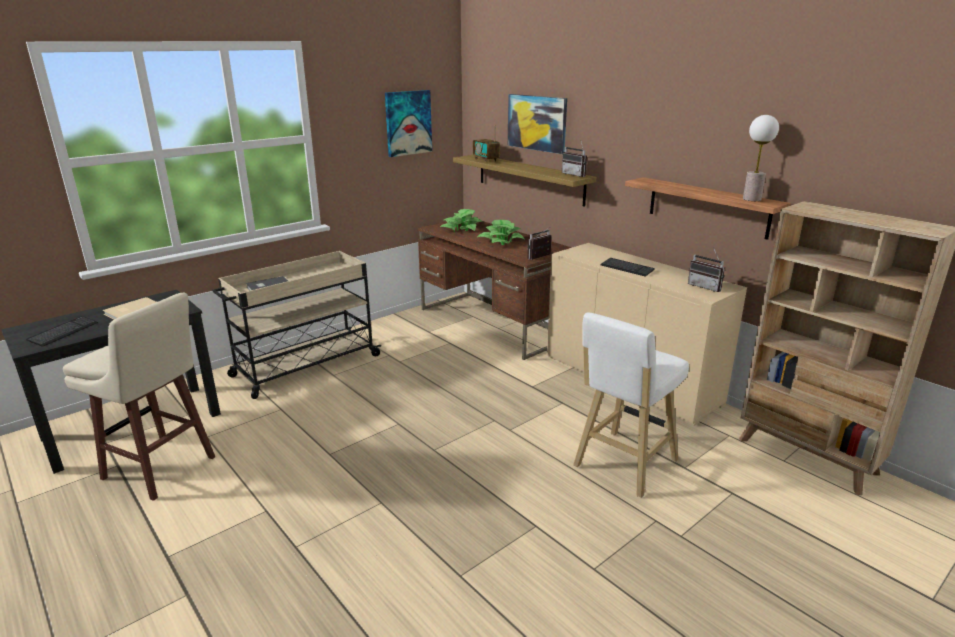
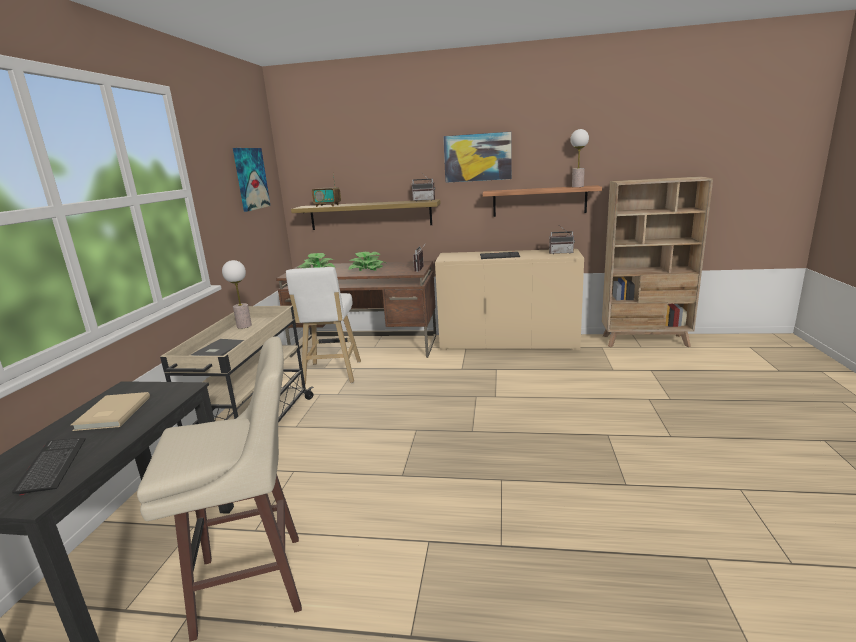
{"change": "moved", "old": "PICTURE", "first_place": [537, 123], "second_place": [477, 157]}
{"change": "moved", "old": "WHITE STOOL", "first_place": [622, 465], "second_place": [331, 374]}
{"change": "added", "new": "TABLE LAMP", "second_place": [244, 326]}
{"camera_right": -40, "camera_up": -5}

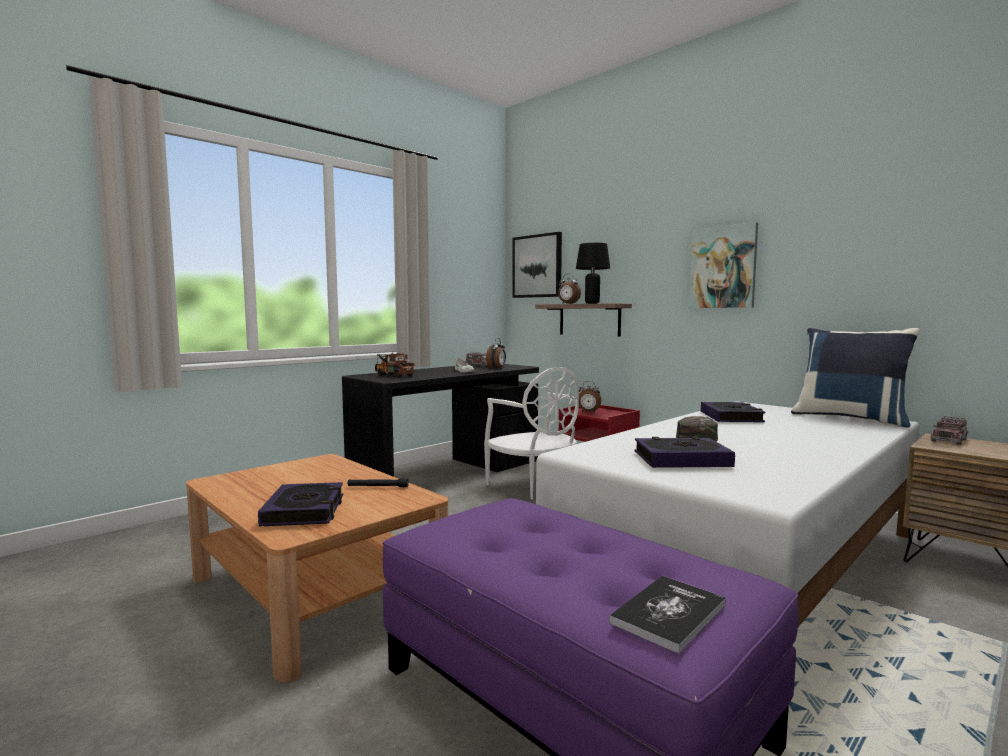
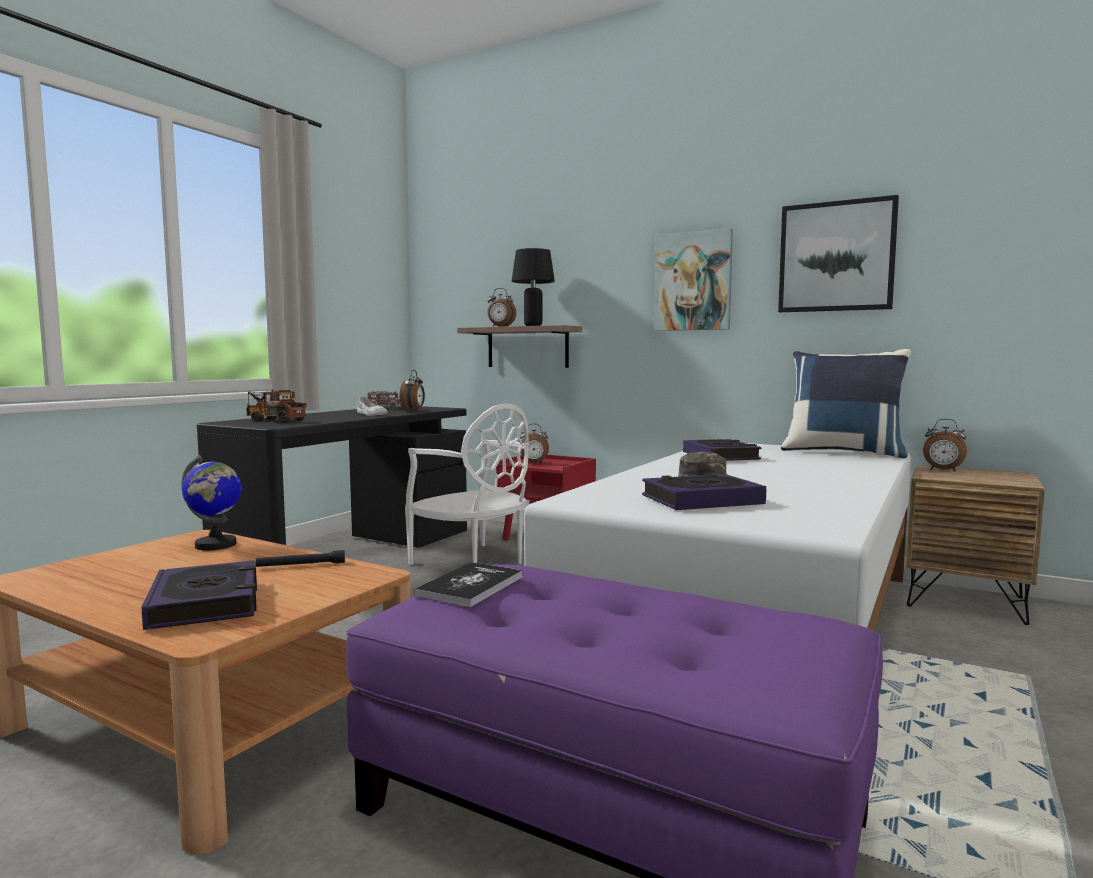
{"change": "moved", "old": "PICTURE", "first_place": [537, 266], "second_place": [836, 257]}
{"change": "replaced", "old": "TOY TRUCK", "new": "ALARM CLOCK", "first_place": [949, 440], "second_place": [943, 470]}
{"change": "moved", "old": "BOOK", "first_place": [669, 614], "second_place": [470, 586]}
{"change": "added", "new": "GLOBE", "second_place": [216, 545]}
{"camera_right": -15, "camera_up": 0}

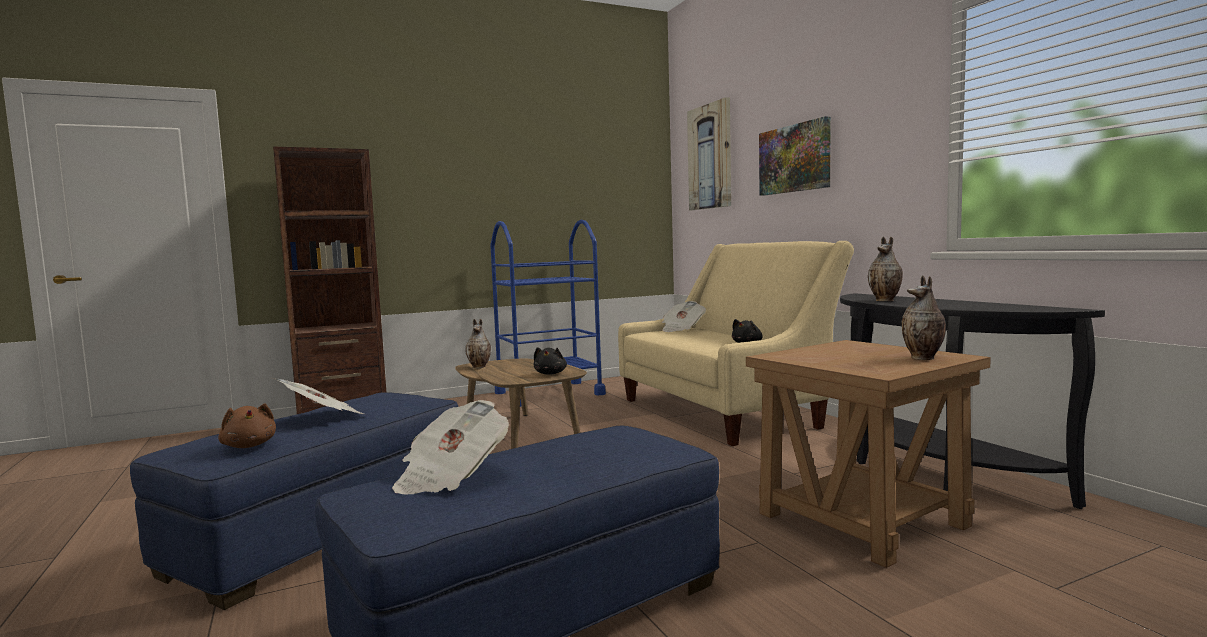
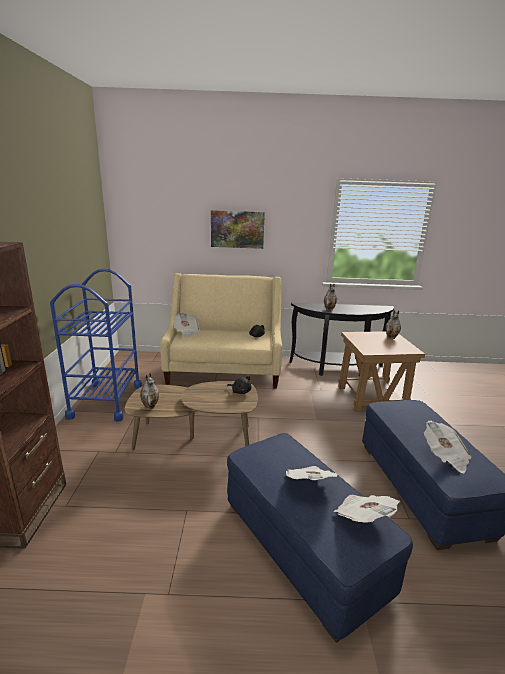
{"change": "removed", "old": "PICTURE", "first_place": [710, 157]}
{"change": "replaced", "old": "BROWN PLUSH TOY", "new": "NEWSPAPER", "first_place": [249, 446], "second_place": [363, 518]}
{"camera_right": -65, "camera_up": 15}

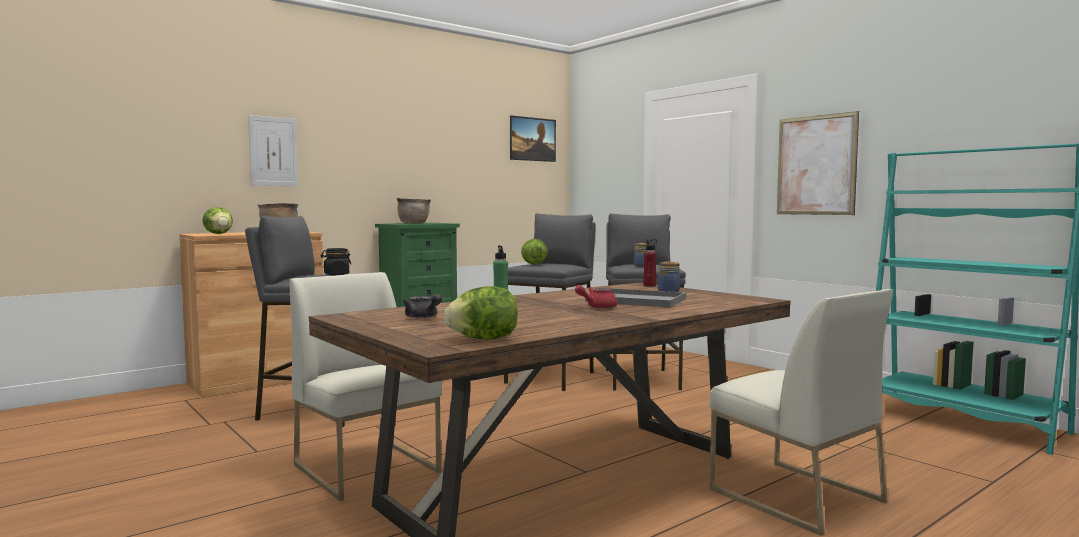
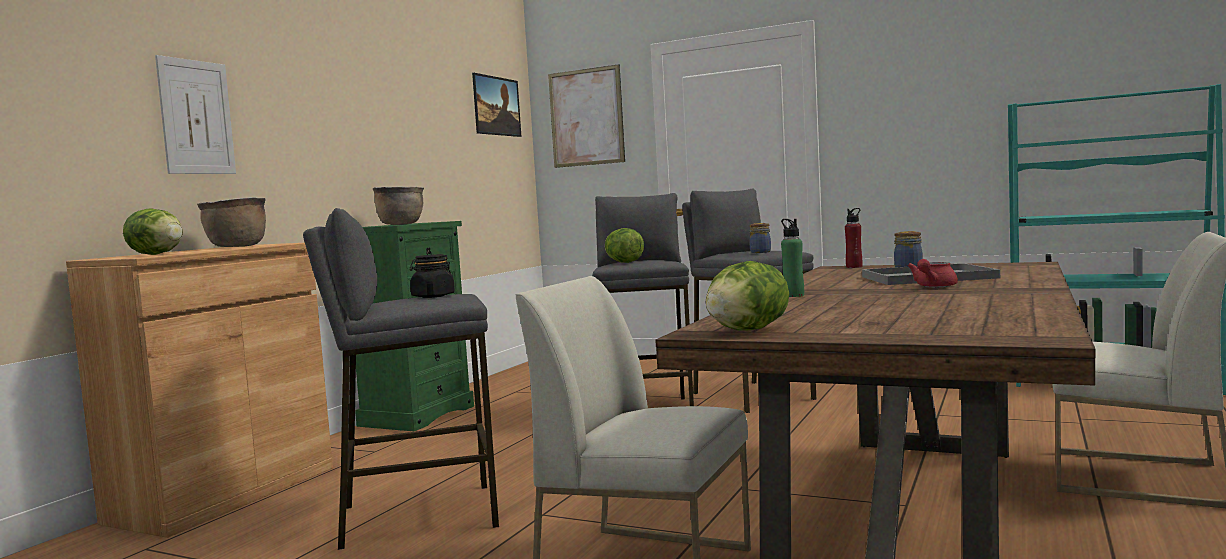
{"change": "moved", "old": "PICTURE", "first_place": [816, 165], "second_place": [586, 117]}
{"change": "moved", "old": "LETTUCE", "first_place": [483, 339], "second_place": [747, 330]}
{"change": "removed", "old": "GREY TEAPOT", "first_place": [423, 317]}
{"camera_right": -25, "camera_up": 0}

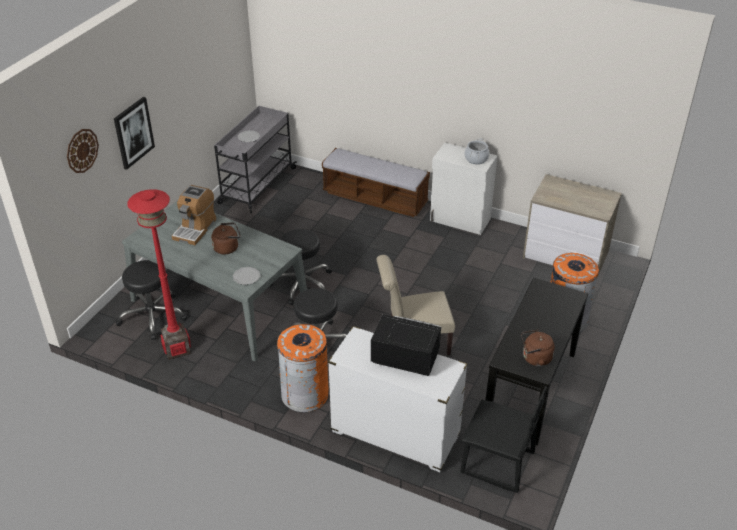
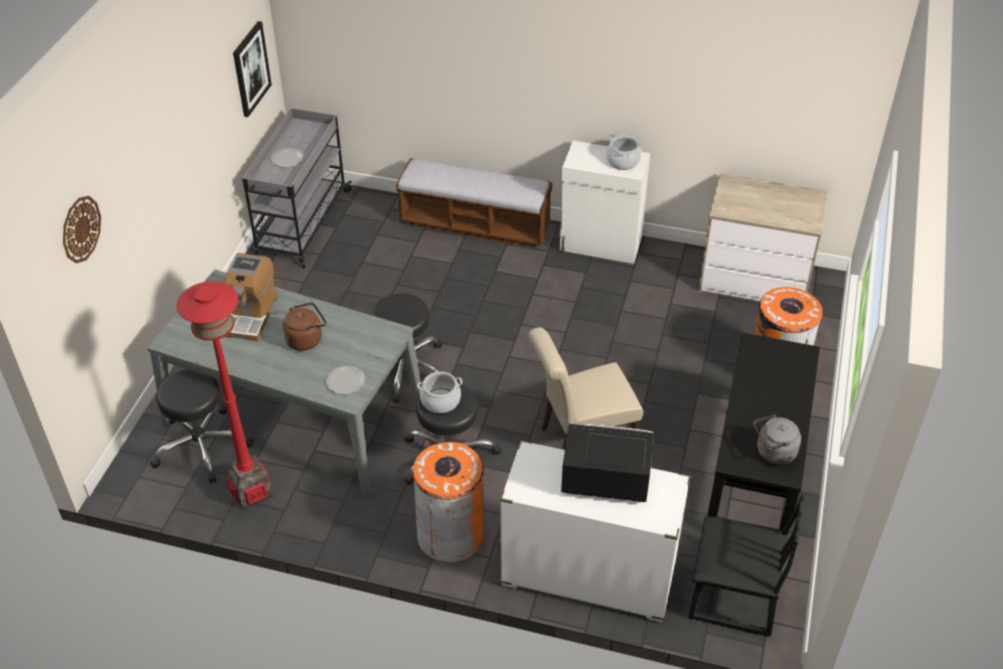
{"change": "moved", "old": "PICTURE", "first_place": [133, 132], "second_place": [251, 69]}
{"change": "recoloured", "old": "BROWN KETTLE", "new": "GREY KETTLE", "first_place": [535, 358], "second_place": [773, 453]}
{"change": "added", "new": "COOKING POT", "second_place": [440, 401]}
{"camera_right": -10, "camera_up": 5}

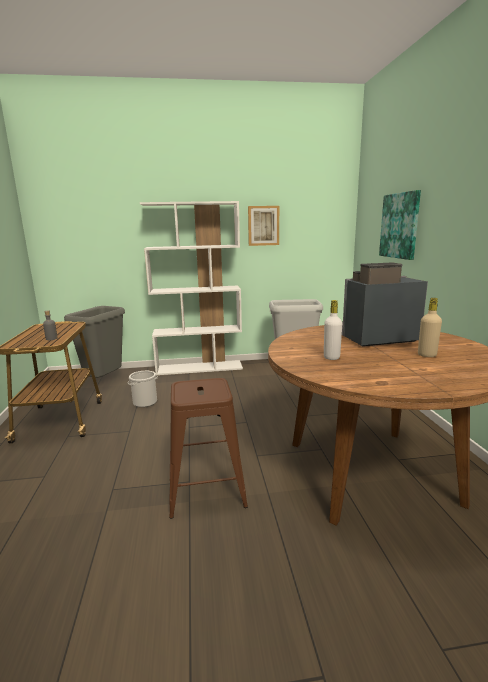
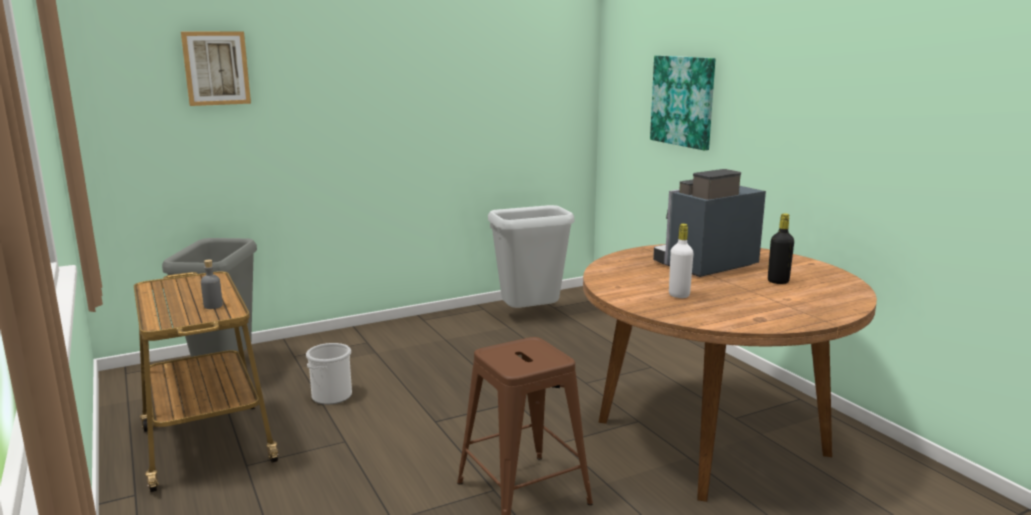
{"change": "removed", "old": "WHITE BOOKCASE", "first_place": [200, 367]}
{"change": "moved", "old": "PICTURE", "first_place": [263, 225], "second_place": [216, 68]}
{"change": "recoloured", "old": "BEIGE BOTTLE", "new": "BLACK BOTTLE", "first_place": [427, 355], "second_place": [778, 281]}
{"camera_right": -20, "camera_up": 0}

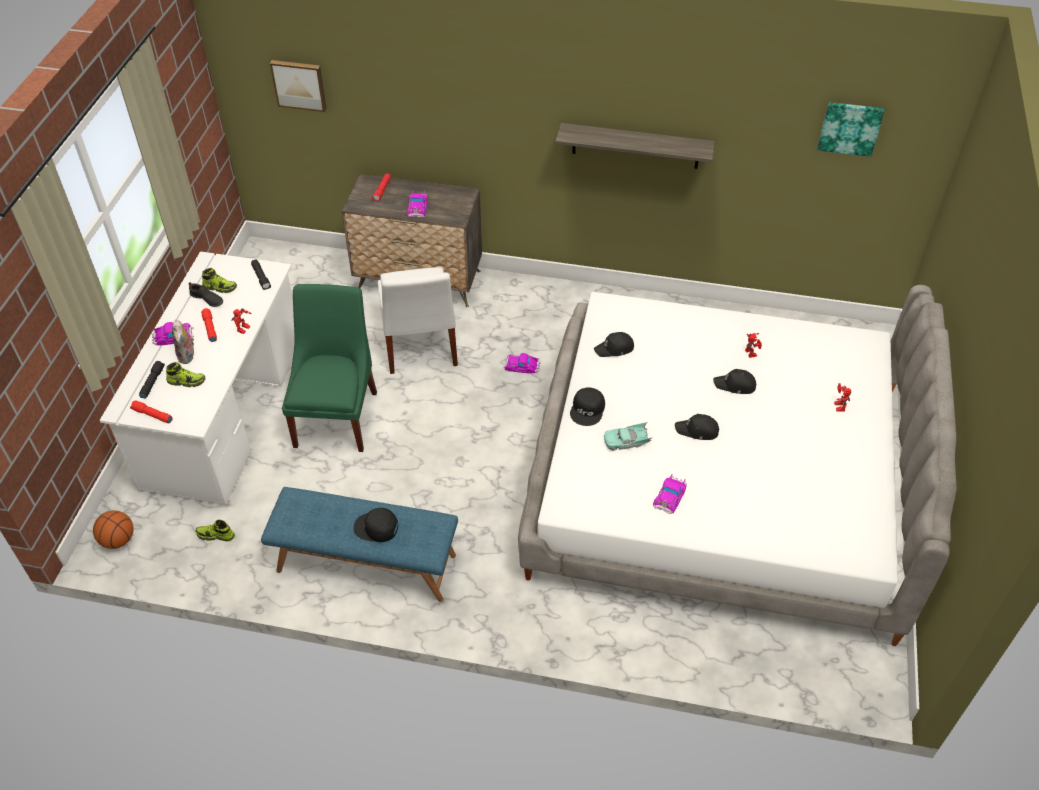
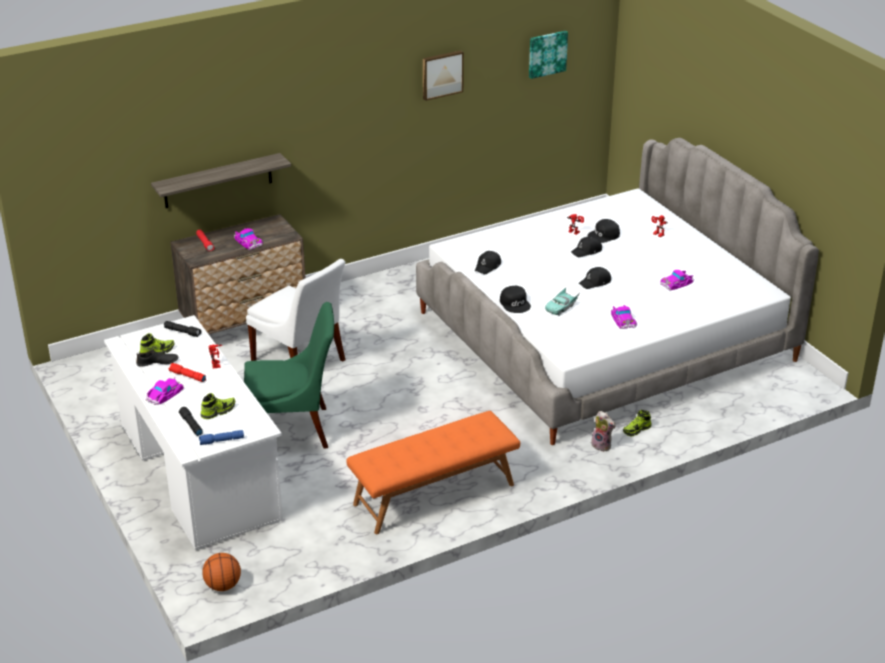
{"change": "moved", "old": "PICTURE", "first_place": [299, 84], "second_place": [441, 74]}
{"change": "moved", "old": "SHELF", "first_place": [635, 146], "second_place": [218, 181]}
{"change": "turned", "old": "GREEN CHAIR", "first_place": [337, 415], "second_place": [294, 430], "degrees": 120}
{"change": "moved", "old": "PLUSH TOY", "first_place": [188, 356], "second_place": [602, 445]}
{"change": "moved", "old": "TOY CAR", "first_place": [521, 366], "second_place": [677, 283]}
{"change": "recoloured", "old": "RED FLASHLIGHT", "new": "BLUE FLASHLIGHT", "first_place": [152, 415], "second_place": [221, 441]}
{"change": "recoloured", "old": "BLUE BENCH", "new": "ORANGE BENCH", "first_place": [366, 563], "second_place": [434, 495]}
{"change": "moved", "old": "BLACK CAP", "first_place": [376, 528], "second_place": [604, 235]}
{"change": "moved", "old": "SHOE", "first_place": [216, 535], "second_place": [637, 430]}
{"camera_right": -40, "camera_up": -15}

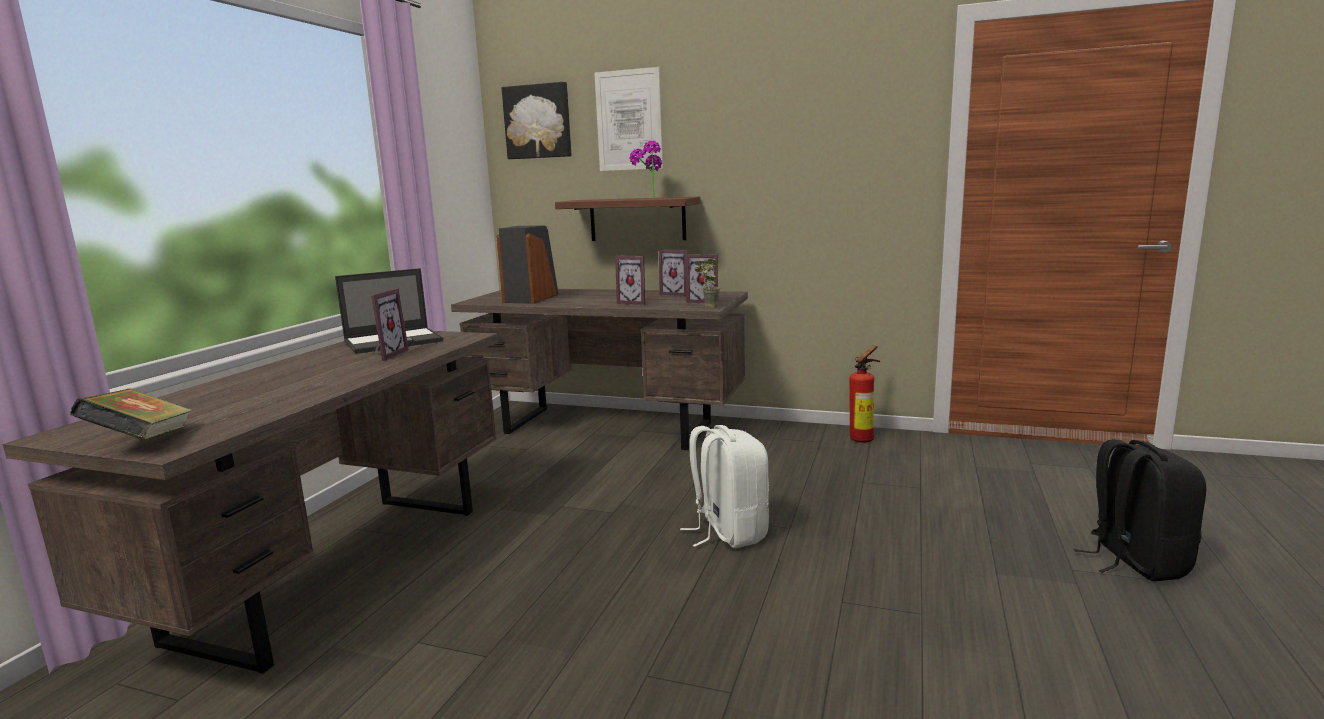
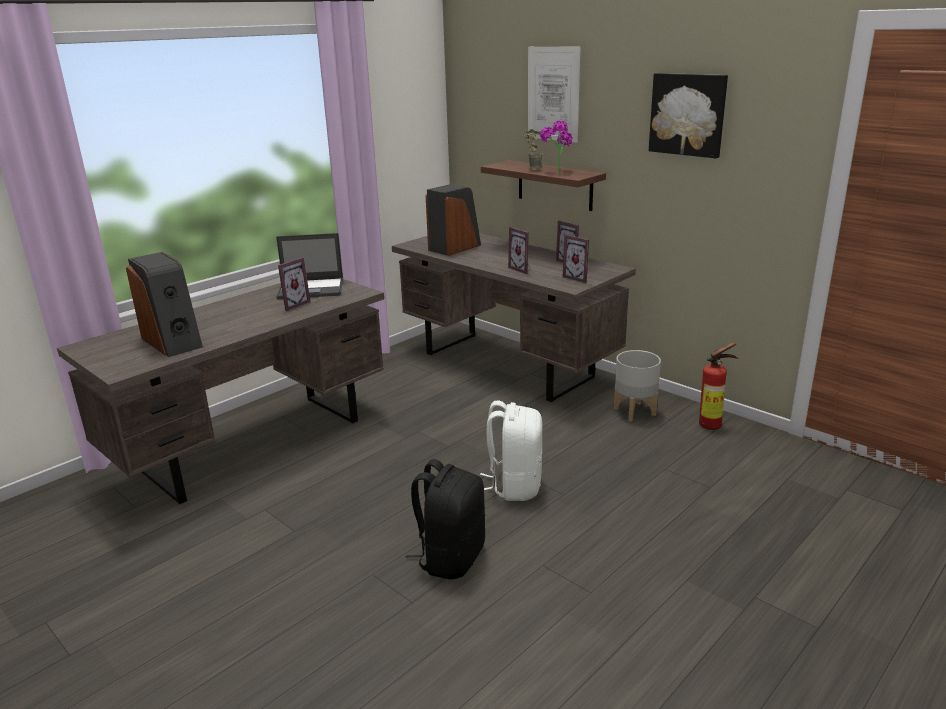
{"change": "moved", "old": "PICTURE", "first_place": [538, 121], "second_place": [688, 114]}
{"change": "moved", "old": "POTTED PLANT", "first_place": [707, 307], "second_place": [532, 169]}
{"change": "removed", "old": "BOOK", "first_place": [142, 442]}
{"change": "moved", "old": "BLACK BACKPACK", "first_place": [1134, 561], "second_place": [450, 557]}
{"change": "added", "new": "SPEAKER", "second_place": [173, 342]}
{"change": "added", "new": "GREY PLANTER", "second_place": [635, 411]}
{"camera_right": 25, "camera_up": 10}

